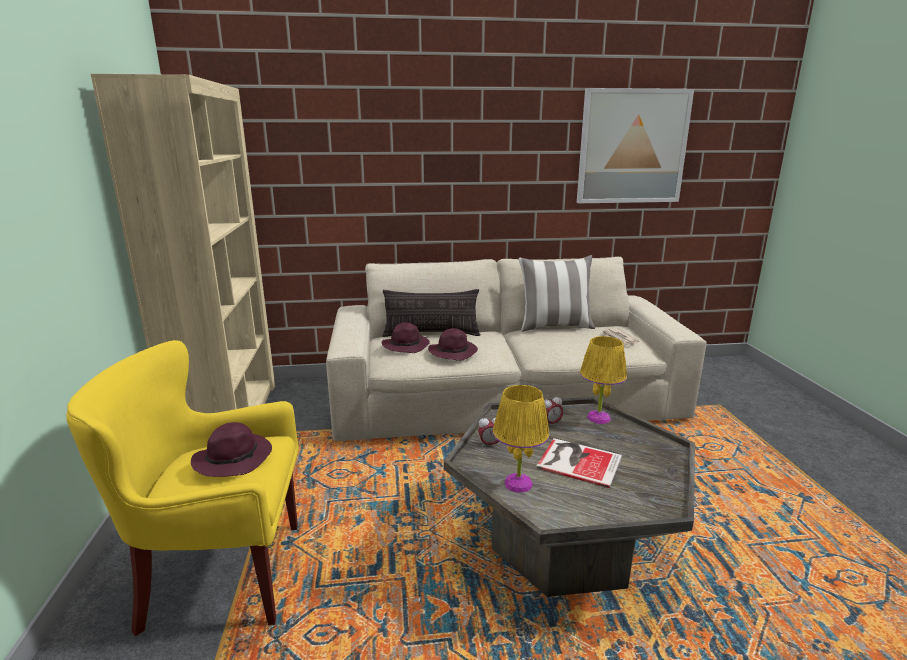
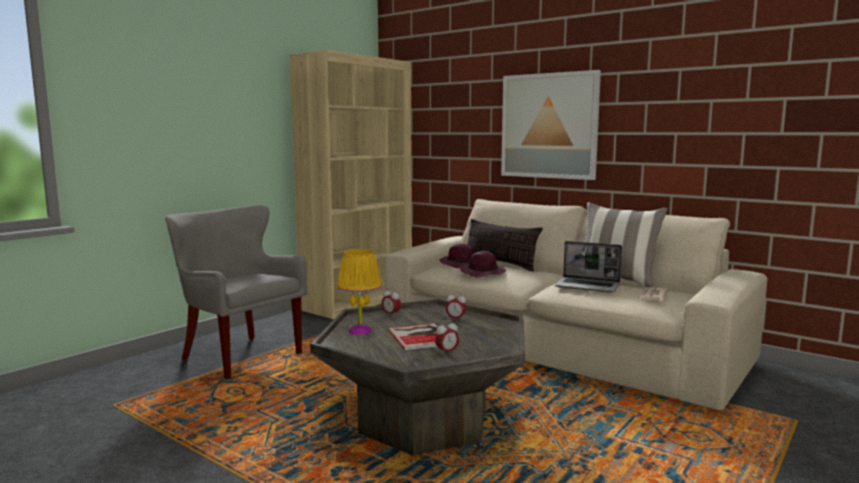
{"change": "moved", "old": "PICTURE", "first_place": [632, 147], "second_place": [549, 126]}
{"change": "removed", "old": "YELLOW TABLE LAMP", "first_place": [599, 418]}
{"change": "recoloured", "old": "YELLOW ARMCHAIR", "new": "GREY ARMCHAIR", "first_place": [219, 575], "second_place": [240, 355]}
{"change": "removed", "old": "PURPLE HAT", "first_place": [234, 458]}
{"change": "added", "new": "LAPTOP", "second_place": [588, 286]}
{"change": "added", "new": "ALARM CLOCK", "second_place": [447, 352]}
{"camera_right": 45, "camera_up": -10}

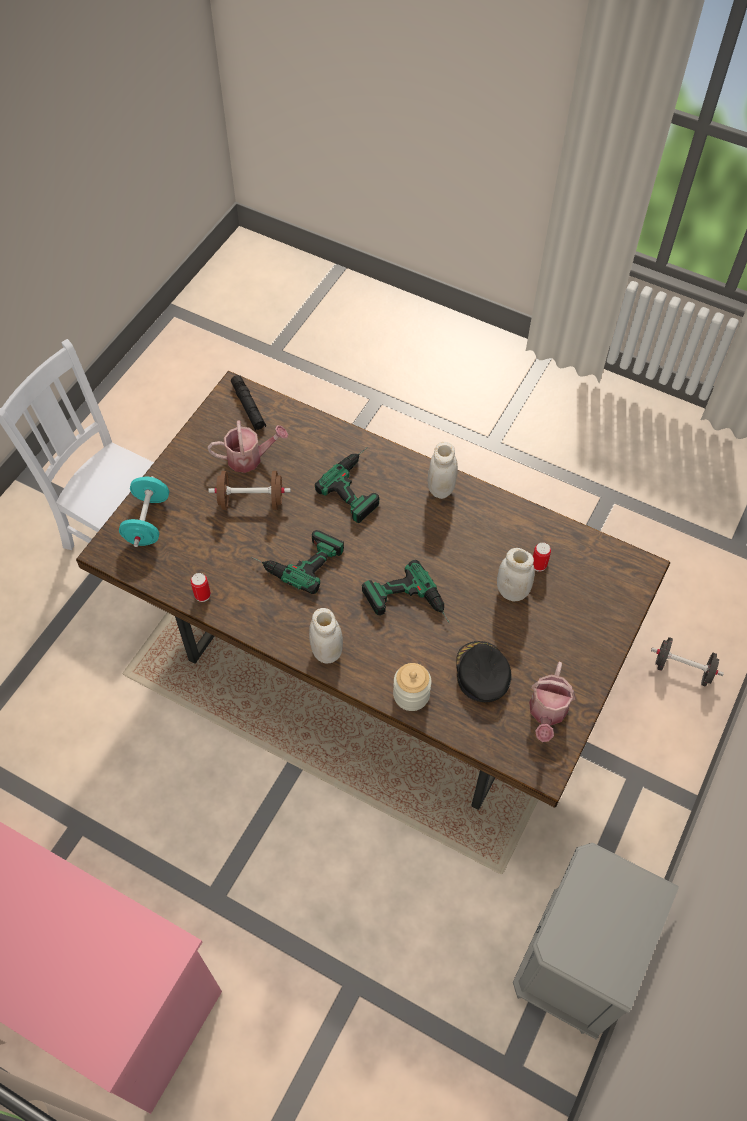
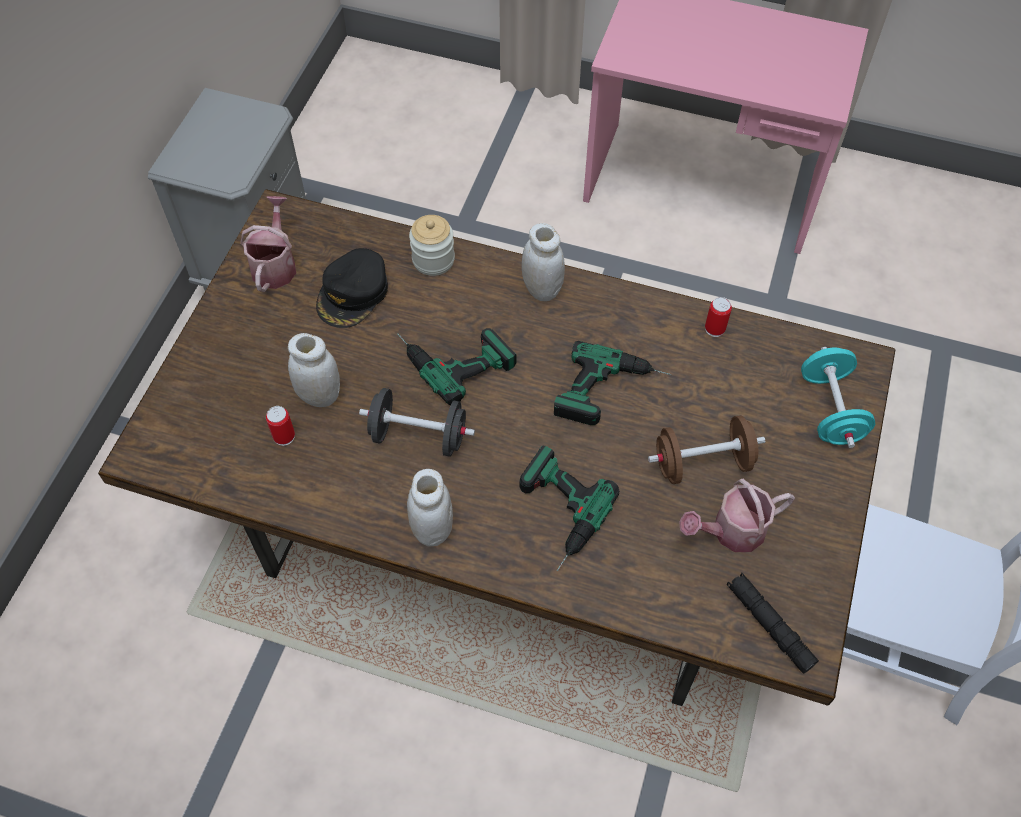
{"change": "moved", "old": "BLACK DUMBBELL", "first_place": [682, 669], "second_place": [418, 436]}
{"change": "turned", "old": "BLACK CAP", "first_place": [481, 673], "second_place": [353, 293], "degrees": 45}
{"camera_right": 170, "camera_up": 0}

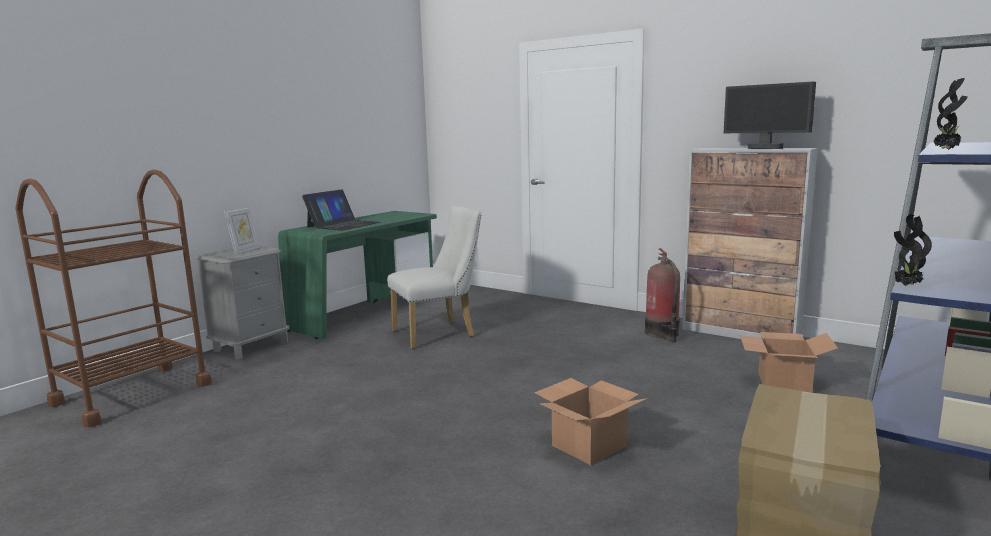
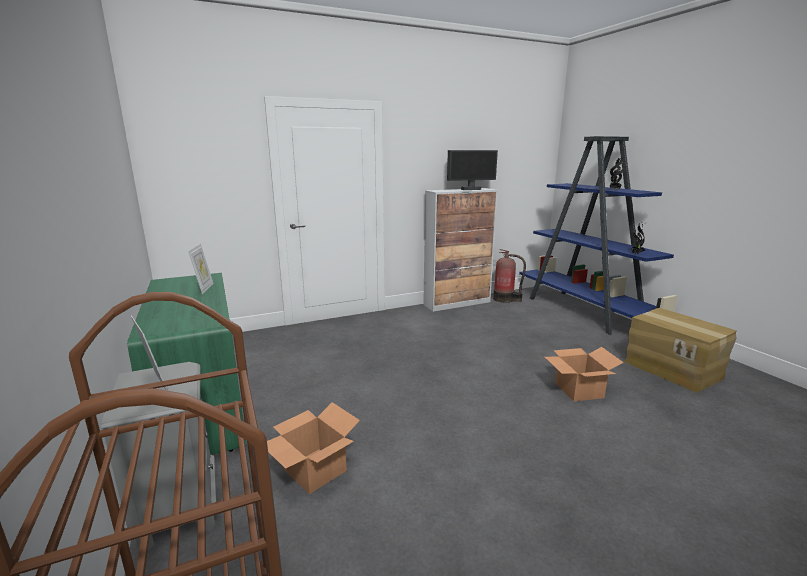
{"change": "removed", "old": "LAPTOP", "first_place": [343, 224]}
{"change": "removed", "old": "WHITE CHAIR", "first_place": [439, 333]}
{"change": "moved", "old": "FIRE EXTINGUISHER", "first_place": [663, 334], "second_place": [505, 299]}
{"change": "moved", "old": "CARDBOARD BOX", "first_place": [784, 384], "second_place": [316, 470]}
{"change": "added", "new": "PICTURE FRAME", "second_place": [204, 288]}
{"camera_right": -60, "camera_up": 5}

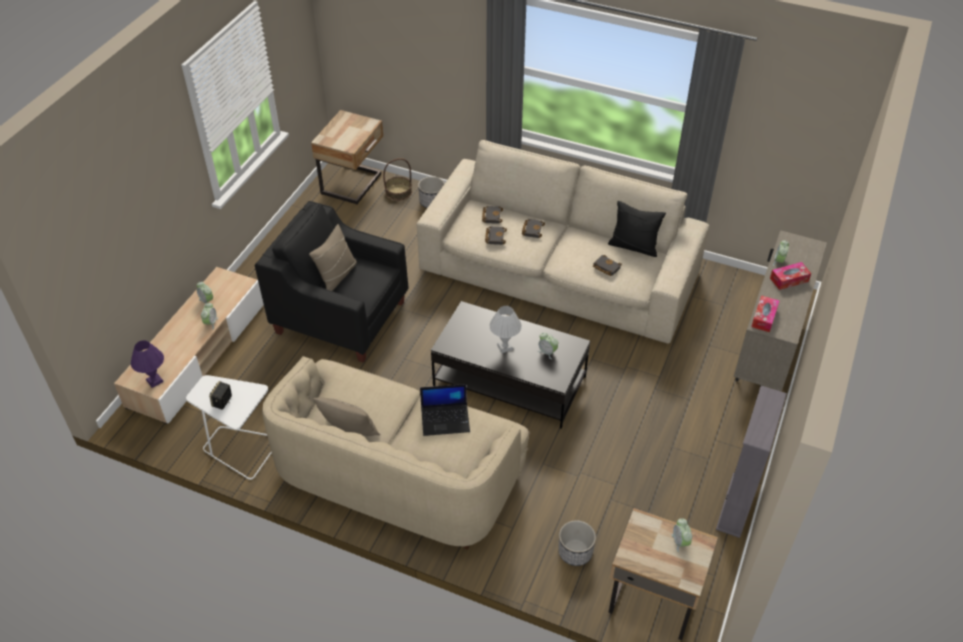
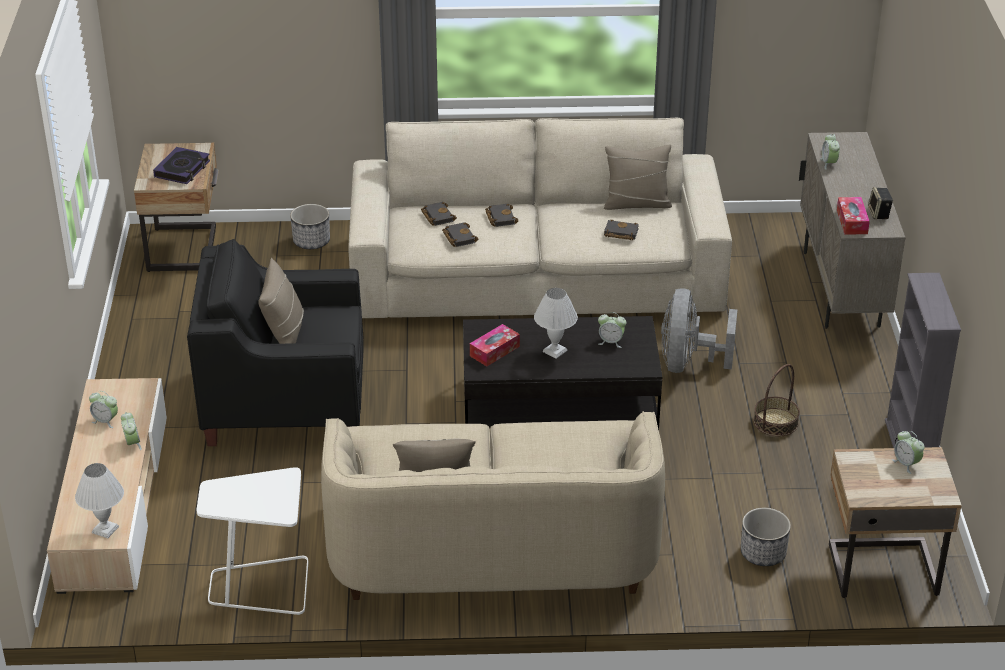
{"change": "moved", "old": "BASKET", "first_place": [398, 192], "second_place": [775, 422]}
{"change": "recoloured", "old": "BLACK PILLOW", "new": "BEIGE PILLOW", "first_place": [634, 246], "second_place": [636, 203]}
{"change": "moved", "old": "TISSUE BOX", "first_place": [789, 280], "second_place": [494, 351]}
{"change": "recoloured", "old": "PURPLE TABLE LAMP", "new": "WHITE TABLE LAMP", "first_place": [154, 381], "second_place": [105, 530]}
{"change": "moved", "old": "SPEAKER", "first_place": [222, 402], "second_place": [879, 214]}
{"change": "removed", "old": "LAPTOP", "first_place": [446, 419]}
{"change": "added", "new": "BOOK", "second_place": [182, 169]}
{"change": "added", "new": "GREY FAN", "second_place": [688, 363]}
{"camera_right": -25, "camera_up": -10}

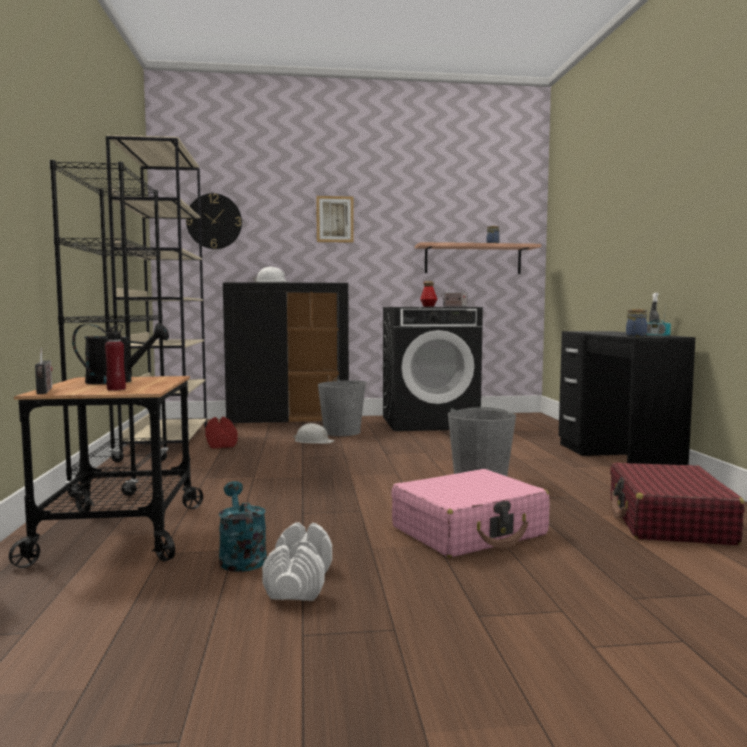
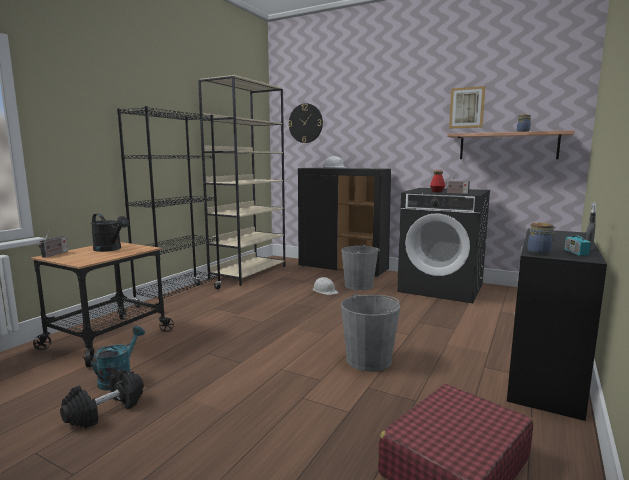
{"change": "moved", "old": "PICTURE", "first_place": [334, 219], "second_place": [467, 108]}
{"change": "removed", "old": "RED BOTTLE", "first_place": [116, 389]}
{"change": "removed", "old": "RED DUMBBELL", "first_place": [221, 444]}
{"change": "removed", "old": "PINK SUITCASE", "first_place": [469, 531]}
{"change": "recoloured", "old": "WHITE DUMBBELL", "new": "BLACK DUMBBELL", "first_place": [298, 582], "second_place": [105, 410]}
{"camera_right": 35, "camera_up": 5}

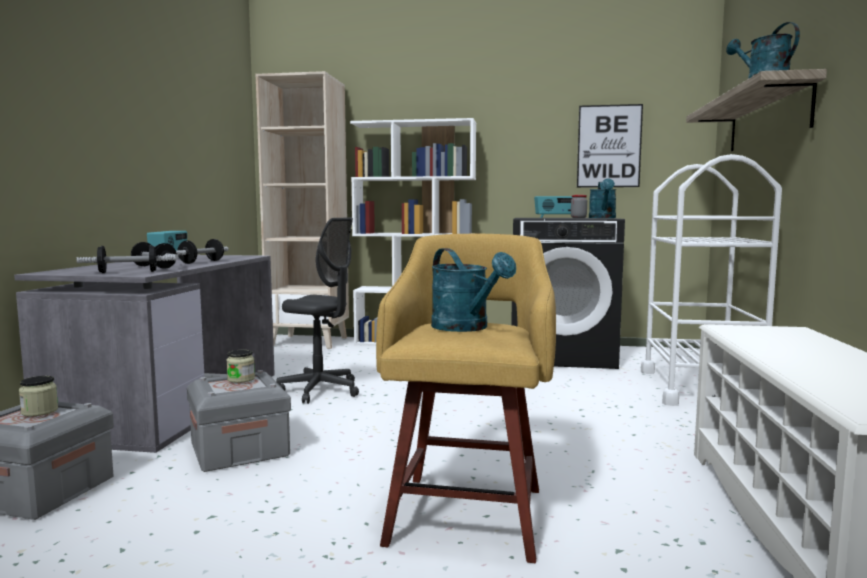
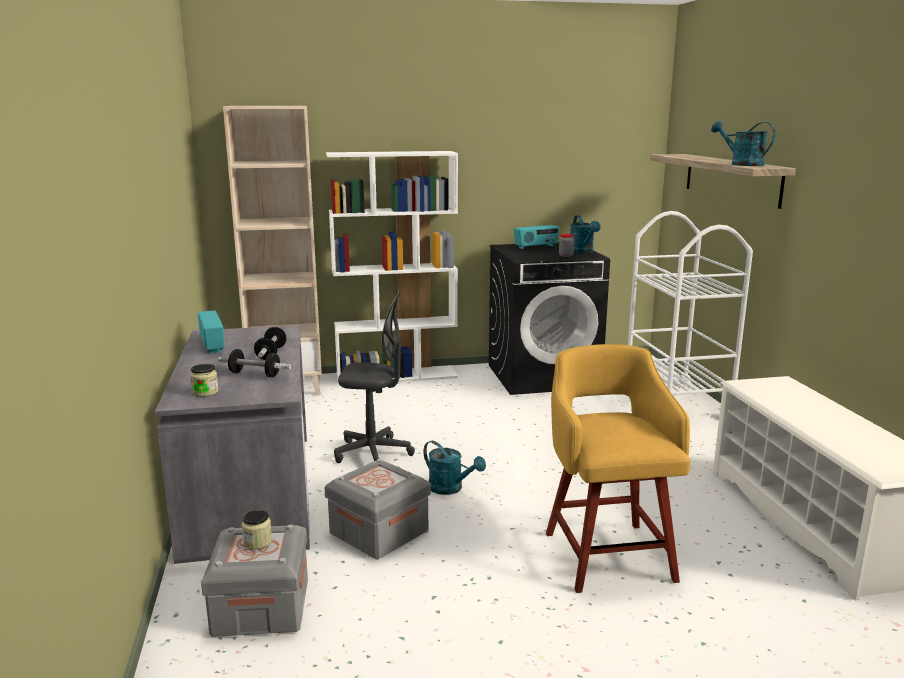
{"change": "removed", "old": "PICTURE", "first_place": [609, 146]}
{"change": "removed", "old": "DUMBBELL", "first_place": [128, 272]}
{"change": "moved", "old": "TURQUOISE WATERING CAN", "first_place": [466, 328], "second_place": [450, 488]}
{"change": "moved", "old": "JAR", "first_place": [241, 379], "second_place": [205, 392]}
{"camera_right": -20, "camera_up": 10}

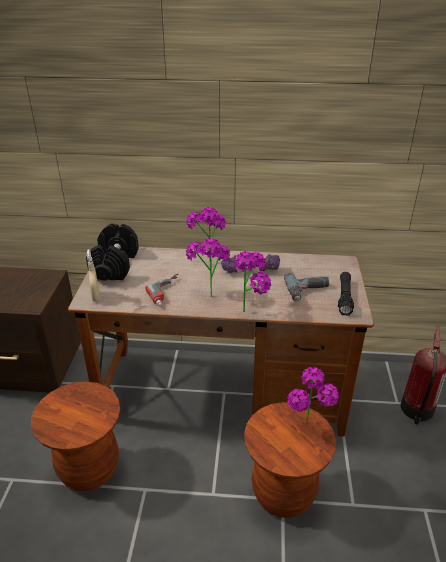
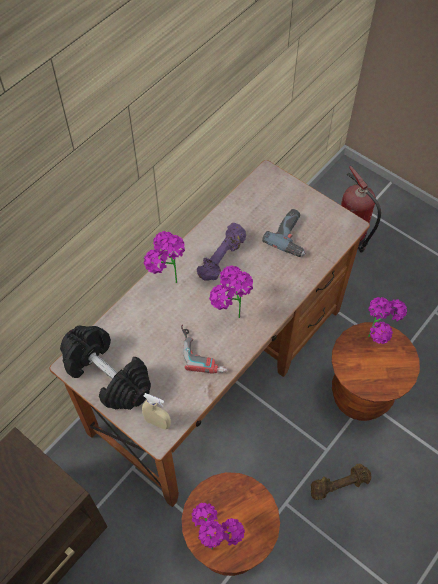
{"change": "moved", "old": "POTTED PLANT", "first_place": [252, 310], "second_place": [215, 539]}
{"change": "removed", "old": "BLACK FLASHLIGHT", "first_place": [344, 297]}
{"change": "added", "new": "BROWN DUMBBELL", "second_place": [338, 484]}
{"camera_right": -55, "camera_up": 25}

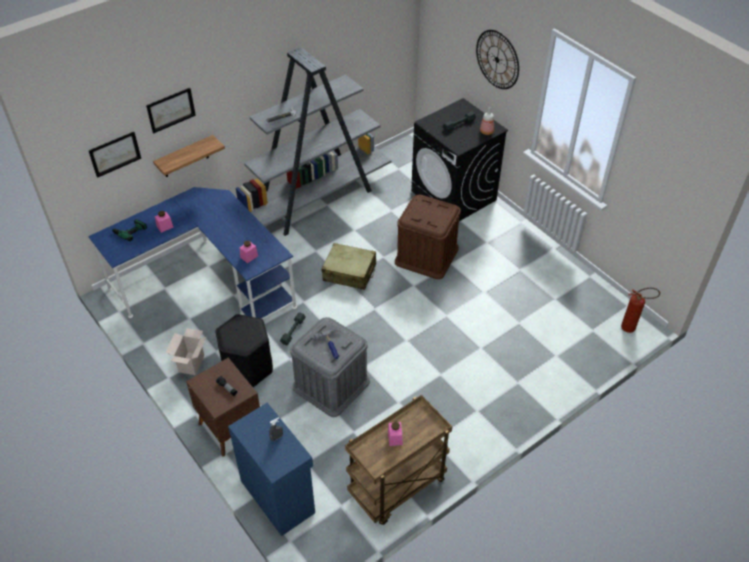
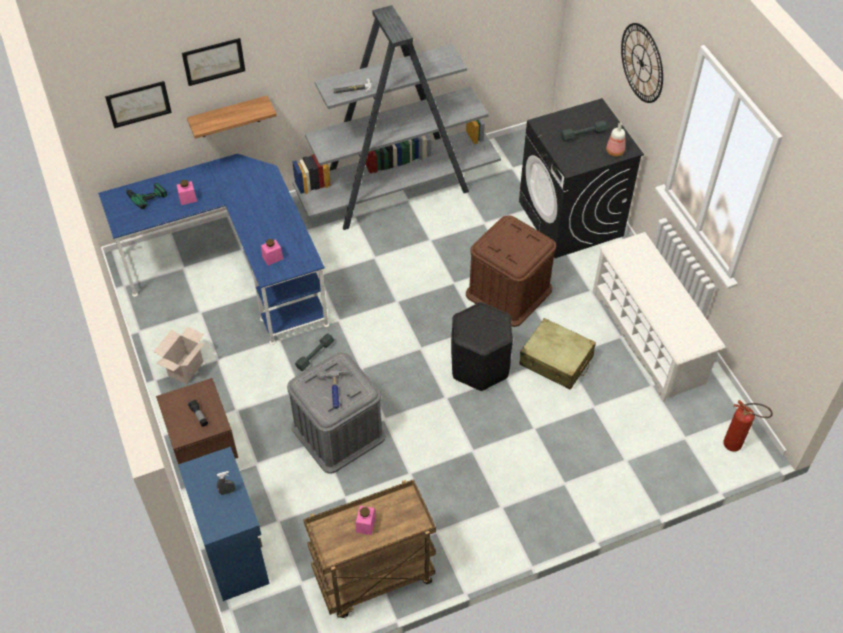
{"change": "moved", "old": "BEIGE SUITCASE", "first_place": [349, 272], "second_place": [556, 361]}
{"change": "moved", "old": "BLACK STOOL", "first_place": [247, 368], "second_place": [479, 366]}
{"change": "added", "new": "WHITE SHOE RACK", "second_place": [648, 337]}
{"camera_right": 15, "camera_up": 5}

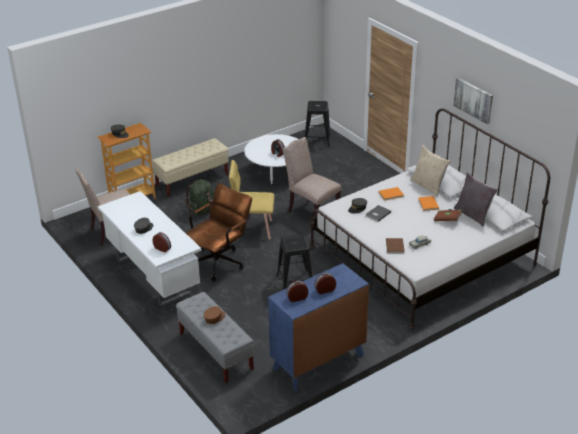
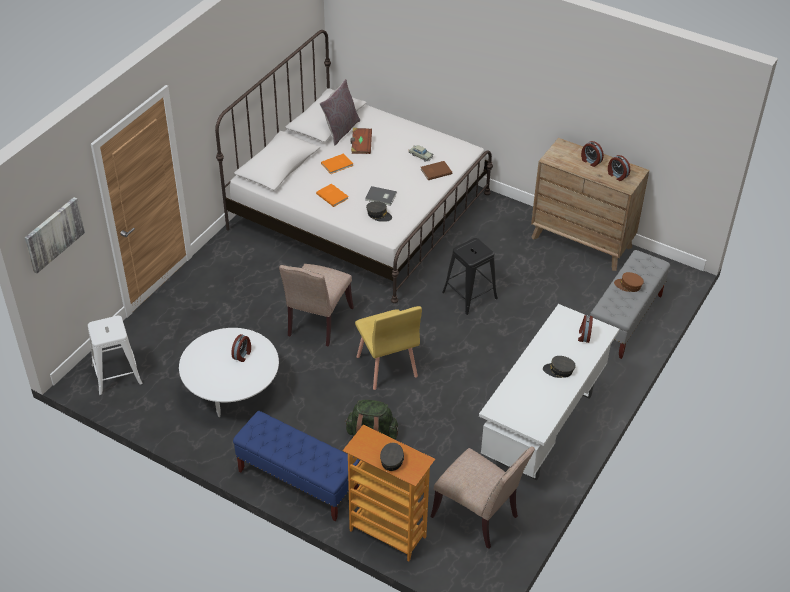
{"change": "moved", "old": "PICTURE", "first_place": [473, 100], "second_place": [53, 234]}
{"change": "recoloured", "old": "BLACK STOOL", "new": "WHITE STOOL", "first_place": [317, 140], "second_place": [117, 374]}
{"change": "recoloured", "old": "BEIGE BENCH", "new": "BLUE BENCH", "first_place": [192, 180], "second_place": [297, 481]}
{"change": "removed", "old": "BEIGE PILLOW", "first_place": [428, 186]}
{"change": "removed", "old": "BROWN OFFICE CHAIR", "first_place": [220, 261]}
{"change": "recoloured", "old": "BLUE DRESSER", "new": "BROWN DRESSER", "first_place": [318, 361], "second_place": [581, 242]}
{"camera_right": -115, "camera_up": 10}

